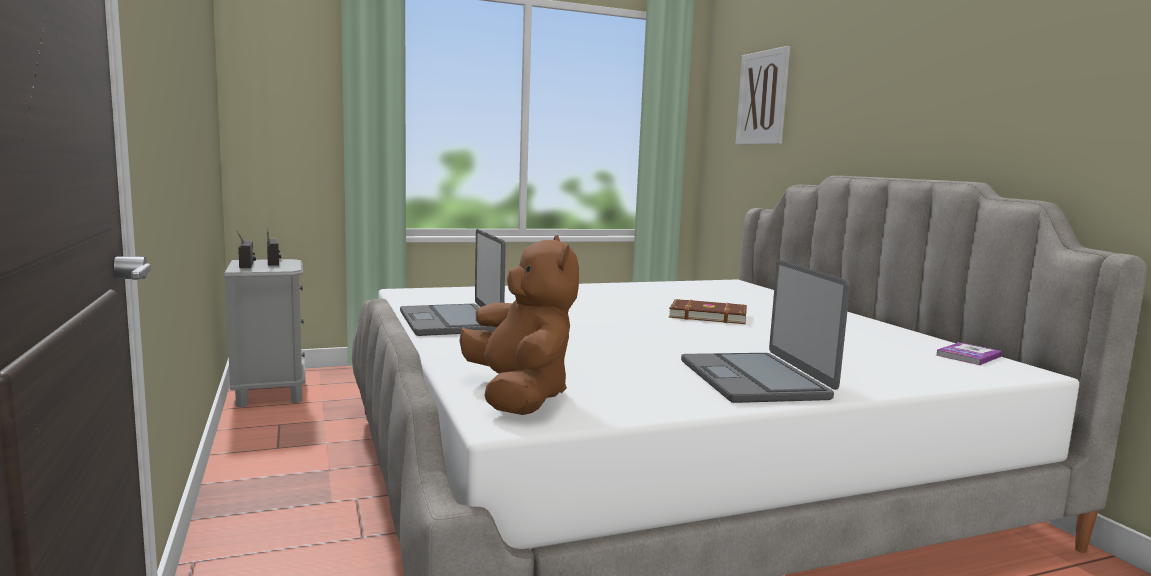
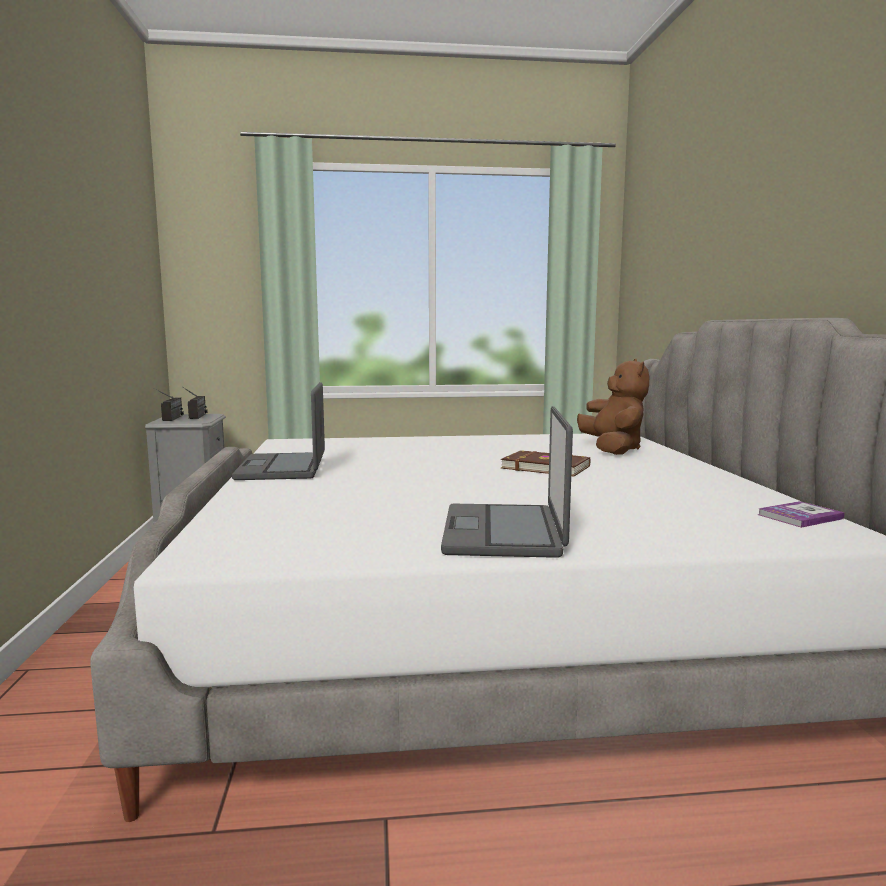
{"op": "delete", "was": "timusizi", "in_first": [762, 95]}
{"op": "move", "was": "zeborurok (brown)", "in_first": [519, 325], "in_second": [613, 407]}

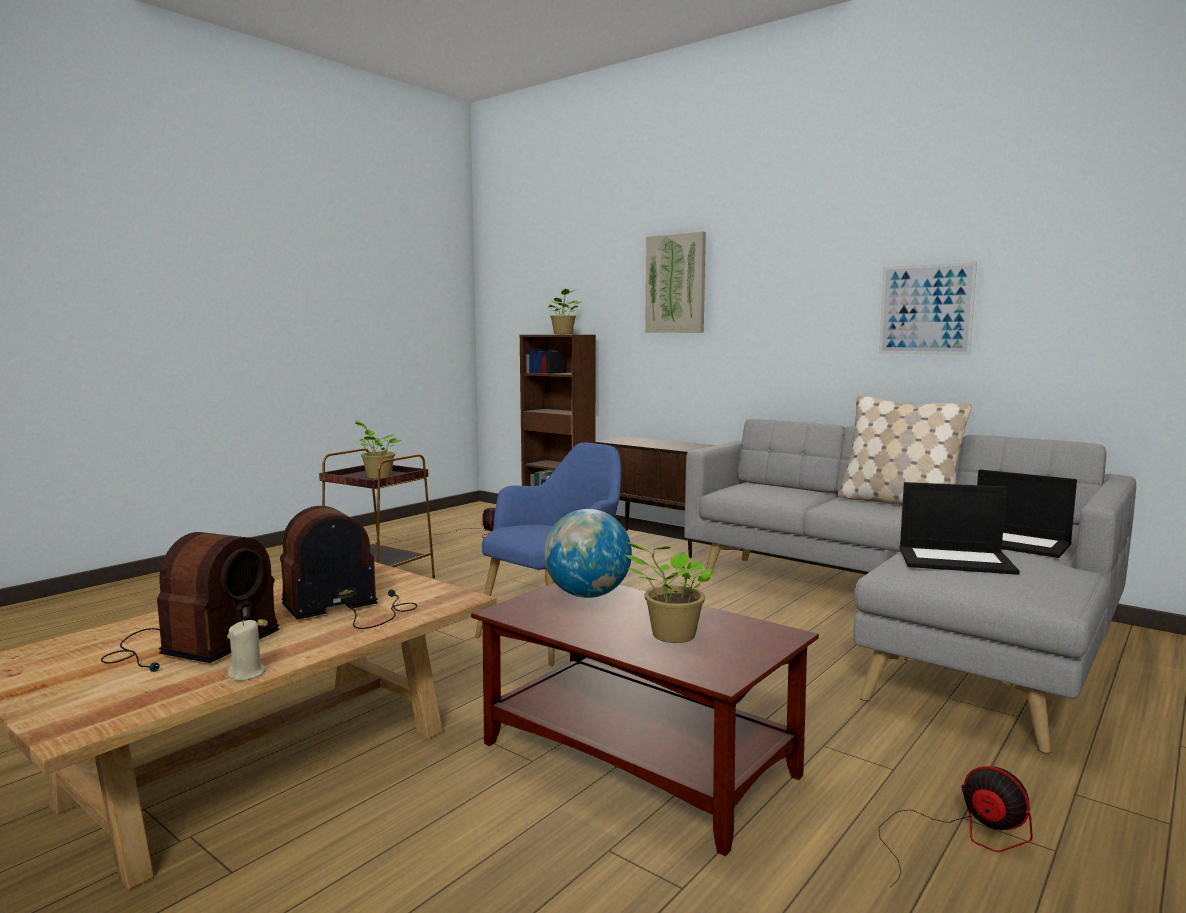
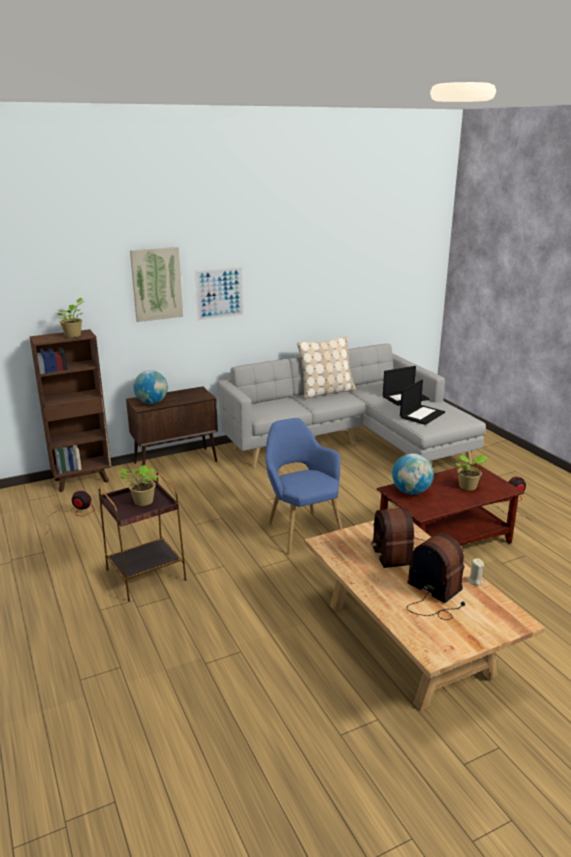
{"op": "insert", "now": "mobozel", "in_second": [151, 387]}
{"op": "move", "was": "timusizi", "in_first": [928, 308], "in_second": [219, 293]}

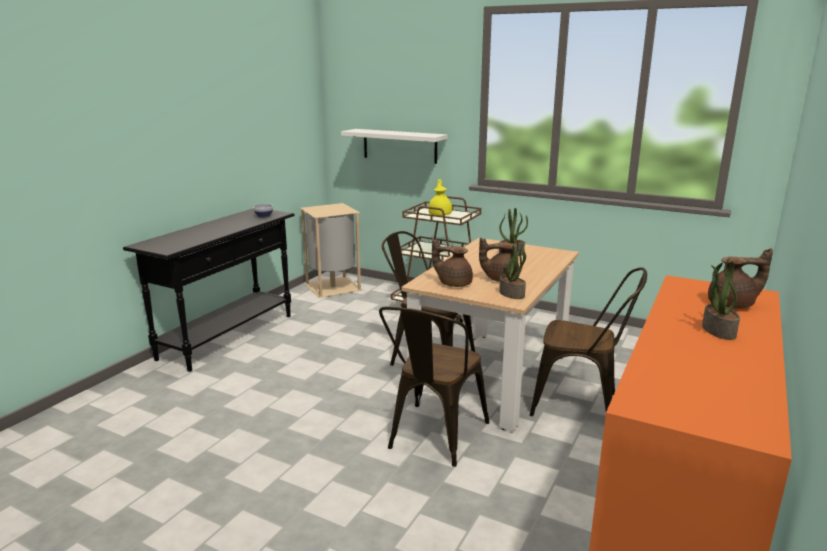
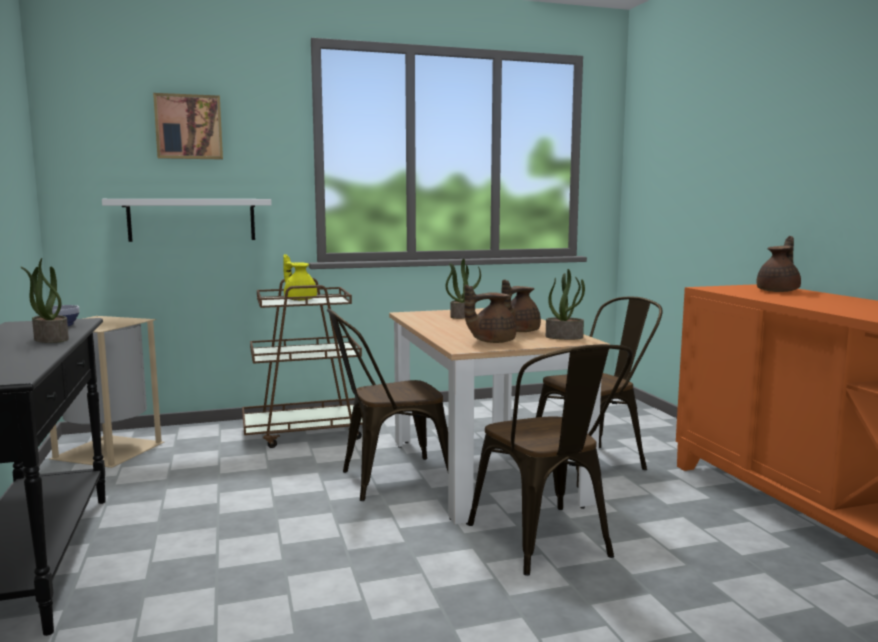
{"op": "insert", "now": "timusizi", "in_second": [188, 126]}
{"op": "move", "was": "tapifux", "in_first": [721, 298], "in_second": [45, 300]}

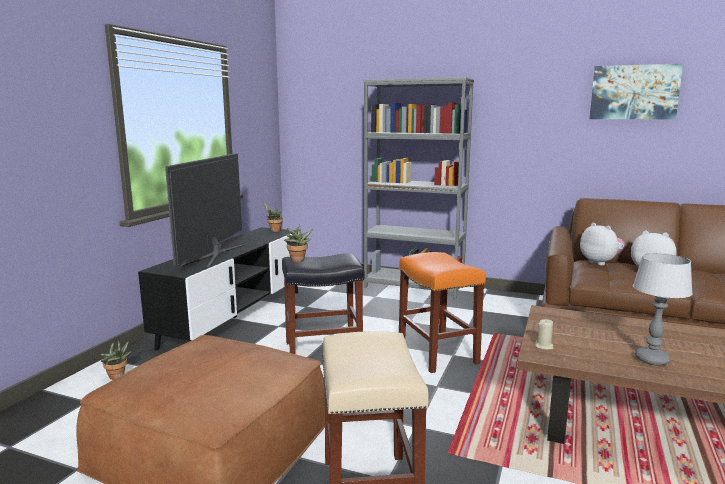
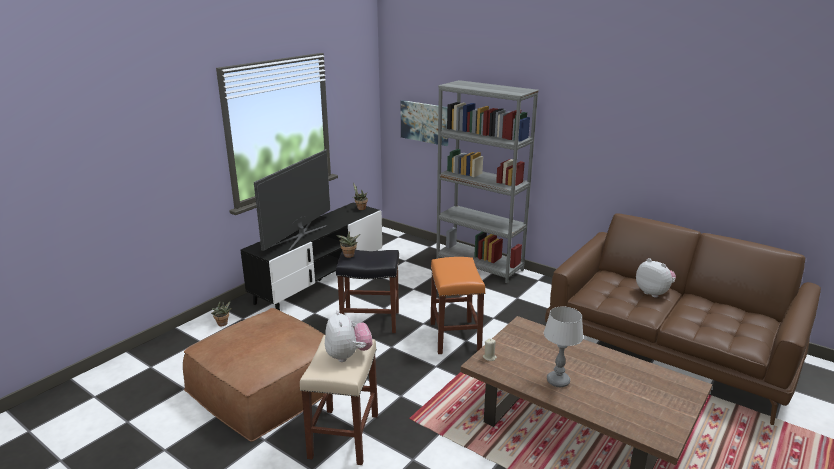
{"op": "move", "was": "zeborurok", "in_first": [602, 244], "in_second": [349, 336]}
{"op": "move", "was": "timusizi", "in_first": [636, 92], "in_second": [424, 123]}

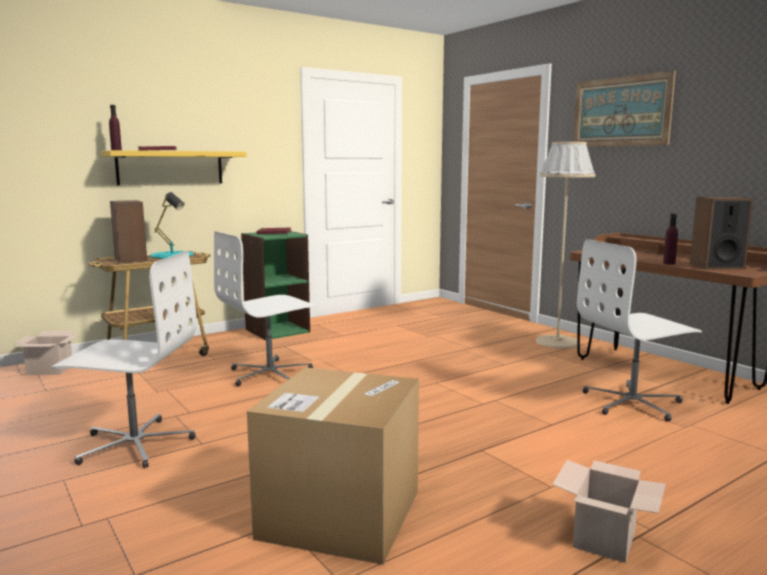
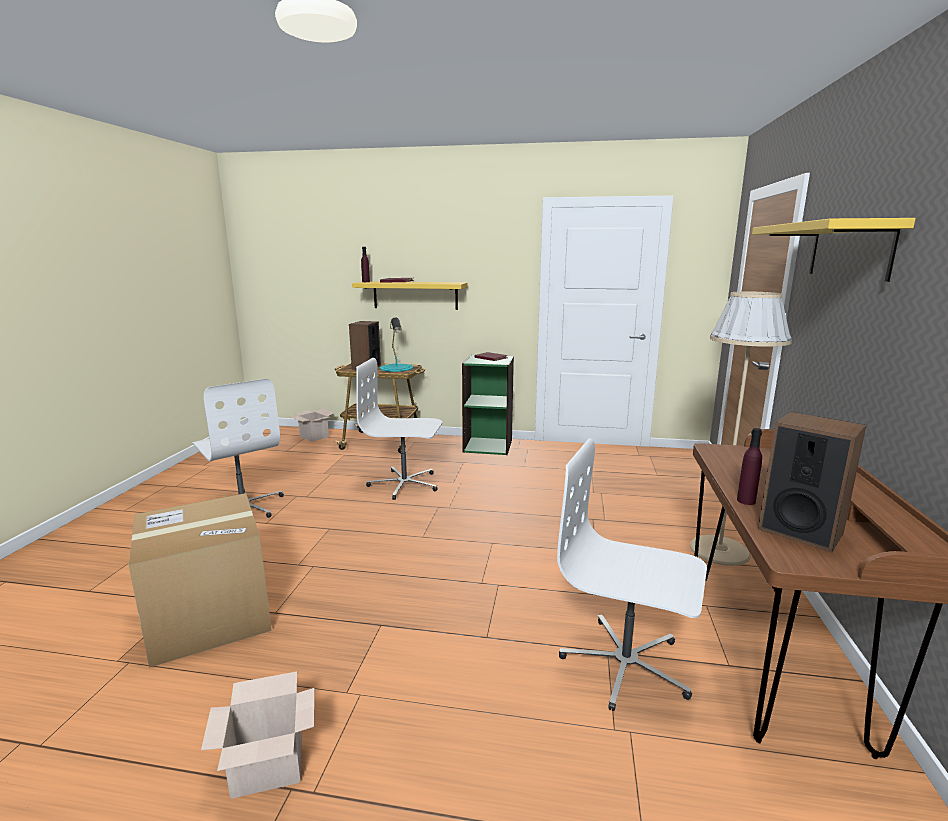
{"op": "replace", "was": "timusizi", "now": "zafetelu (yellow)", "in_first": [624, 108], "in_second": [834, 250]}

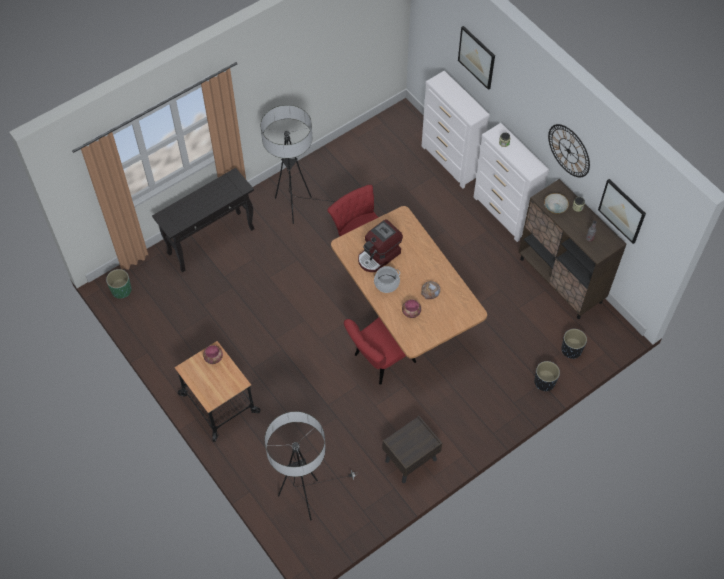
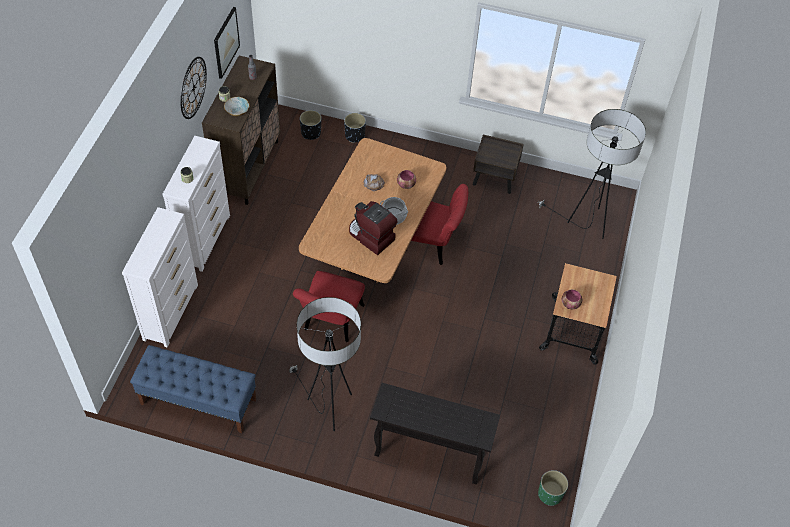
{"op": "delete", "was": "timusizi", "in_first": [476, 58]}
{"op": "insert", "now": "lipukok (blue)", "in_second": [193, 389]}
{"op": "rotate", "was": "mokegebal", "in_first": [380, 245], "in_second": [373, 228], "clockwise": -150}

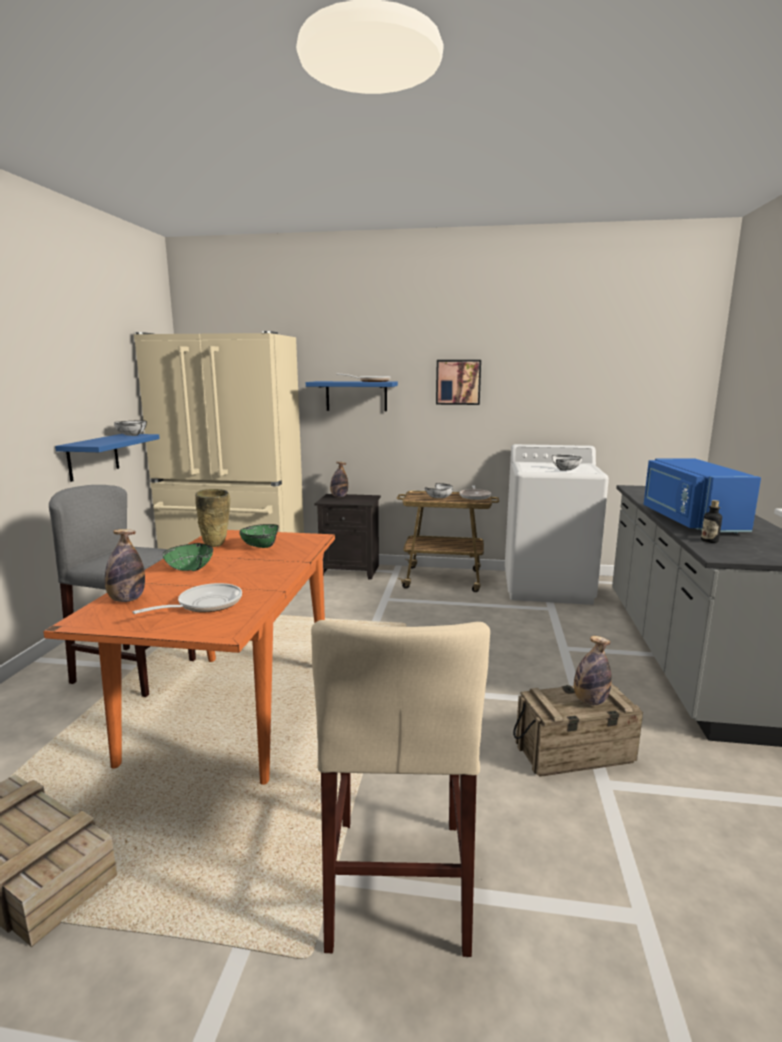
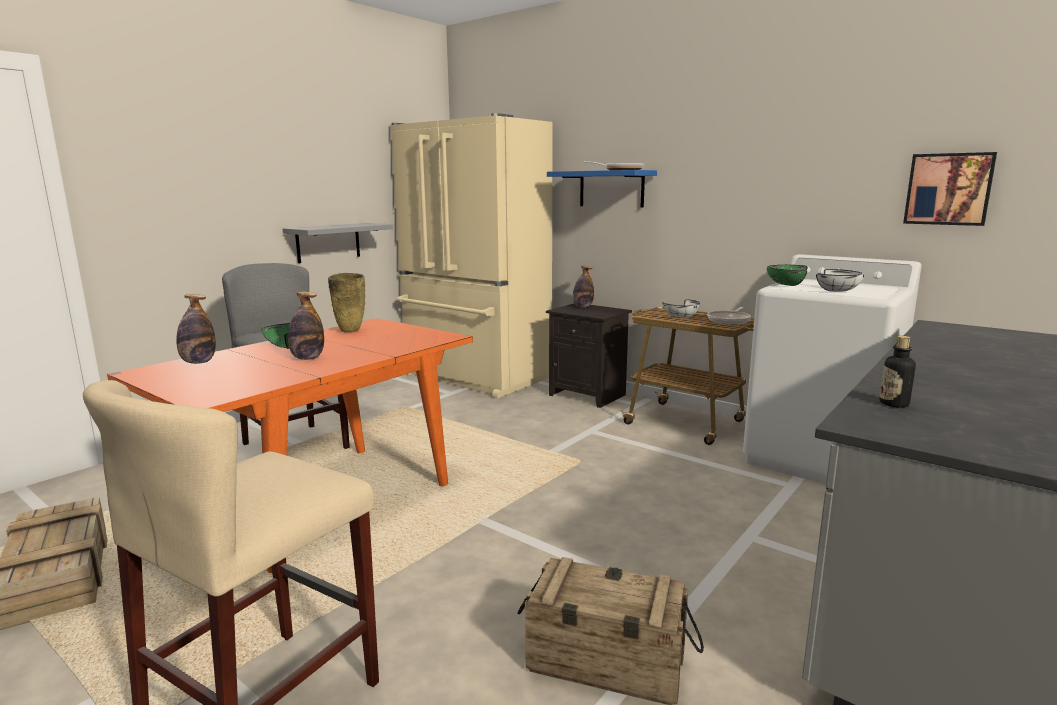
{"op": "delete", "was": "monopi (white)", "in_first": [130, 428]}
{"op": "delete", "was": "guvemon", "in_first": [187, 598]}
{"op": "delete", "was": "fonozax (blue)", "in_first": [702, 495]}
{"op": "move", "was": "monopi (green)", "in_first": [259, 536], "in_second": [787, 275]}
{"op": "move", "was": "timusizi", "in_first": [458, 382], "in_second": [950, 189]}
{"op": "move", "was": "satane", "in_first": [593, 670], "in_second": [306, 325]}
{"op": "recolor", "was": "zafetelu (blue)", "now": "zafetelu (grey)", "in_first": [107, 458], "in_second": [338, 243]}

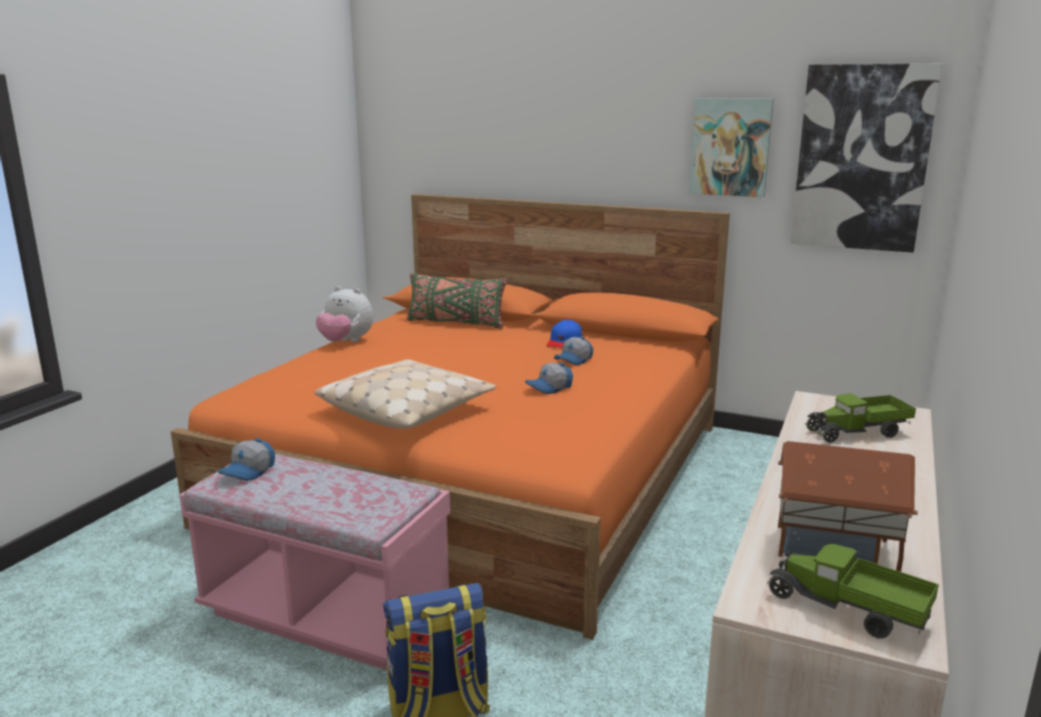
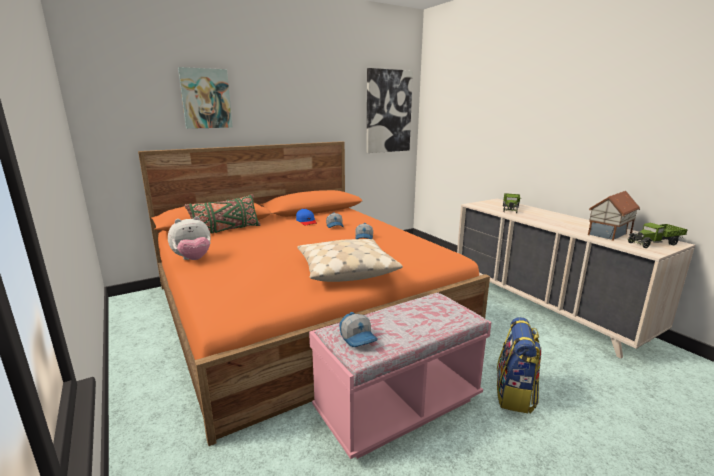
{"op": "move", "was": "timusizi", "in_first": [731, 147], "in_second": [205, 98]}

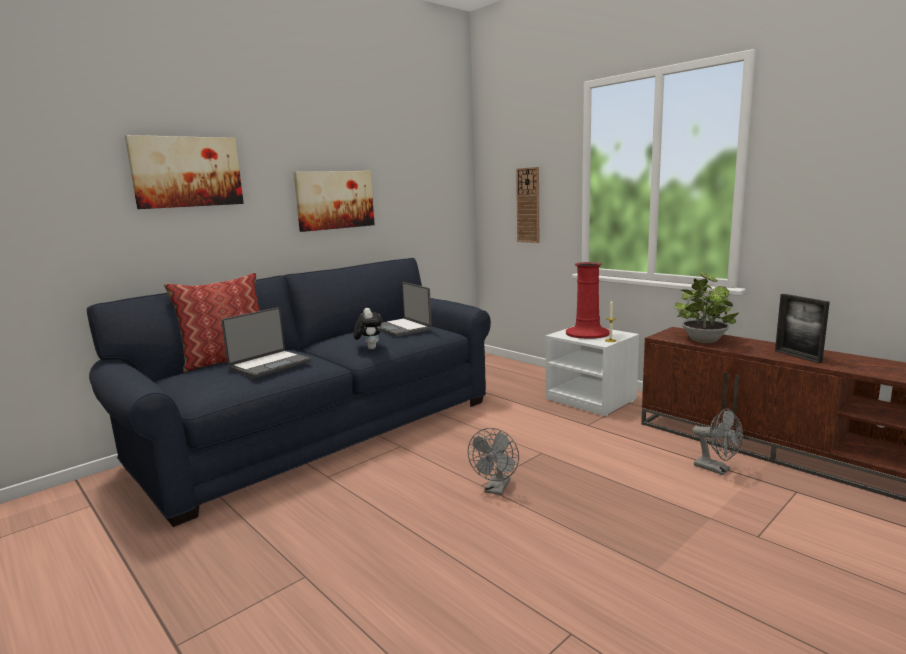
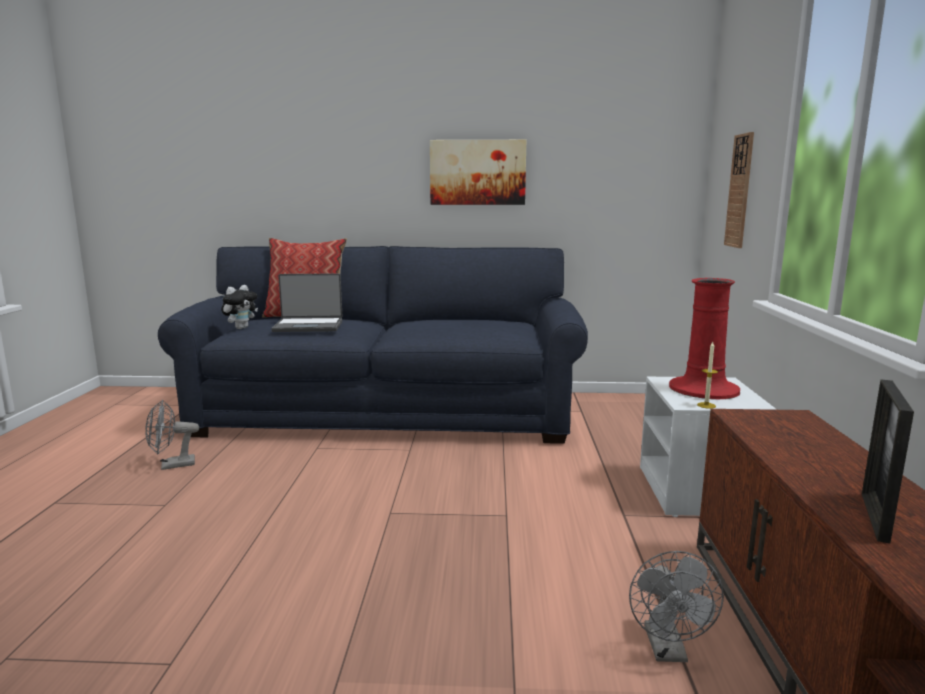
{"op": "delete", "was": "timusizi", "in_first": [184, 172]}
{"op": "delete", "was": "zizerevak", "in_first": [405, 309]}
{"op": "delete", "was": "tapifux", "in_first": [706, 307]}
{"op": "move", "was": "zeborurok", "in_first": [368, 328], "in_second": [239, 307]}
{"op": "move", "was": "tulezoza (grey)", "in_first": [493, 461], "in_second": [172, 435]}

